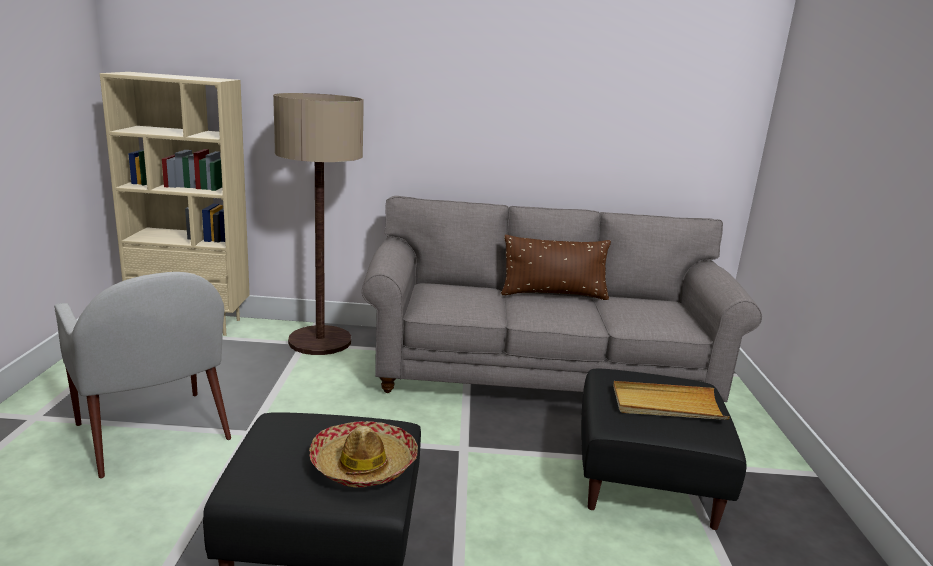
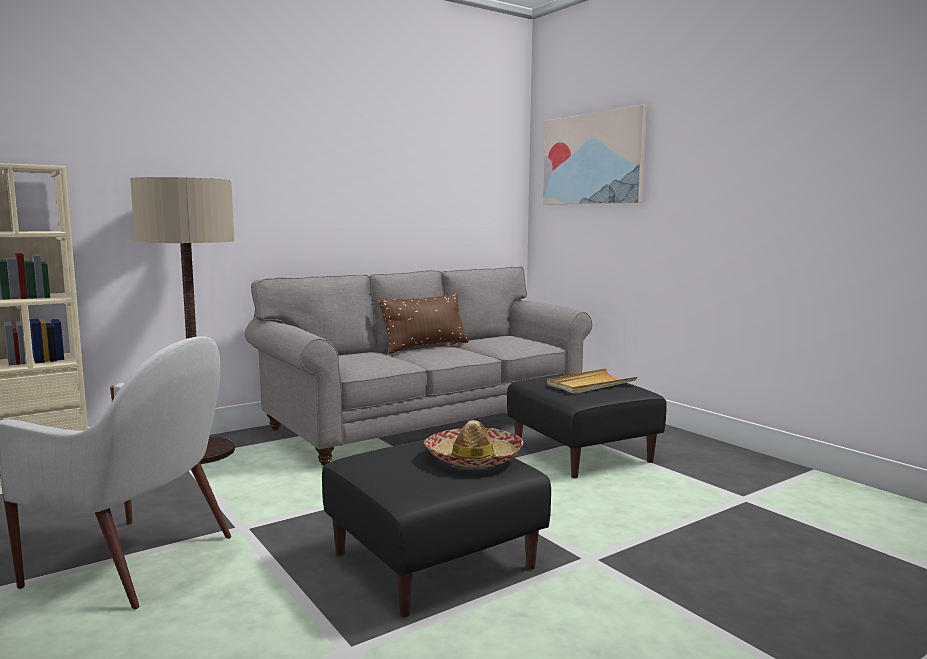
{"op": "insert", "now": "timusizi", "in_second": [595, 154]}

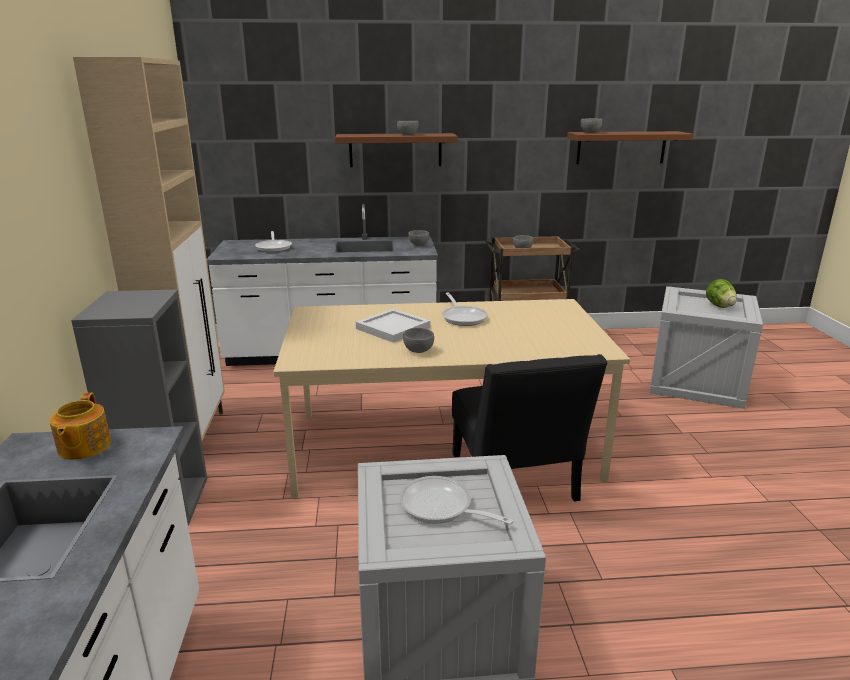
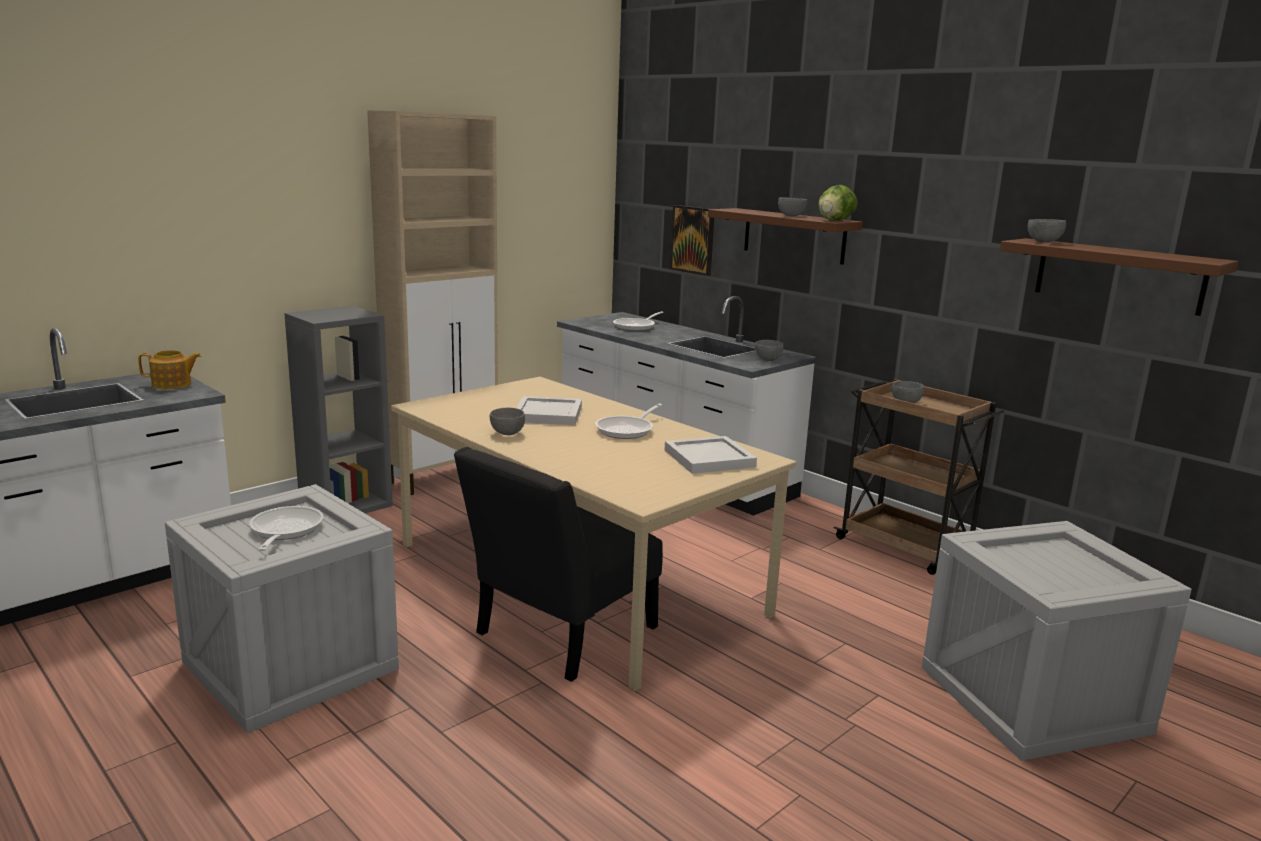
{"op": "insert", "now": "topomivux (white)", "in_second": [711, 455]}
{"op": "insert", "now": "timusizi", "in_second": [692, 240]}
{"op": "move", "was": "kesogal", "in_first": [721, 293], "in_second": [838, 203]}
{"op": "rotate", "was": "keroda", "in_first": [80, 426], "in_second": [169, 369], "clockwise": -150}

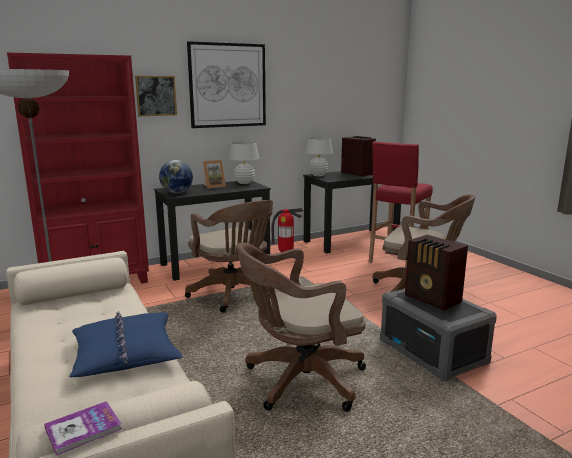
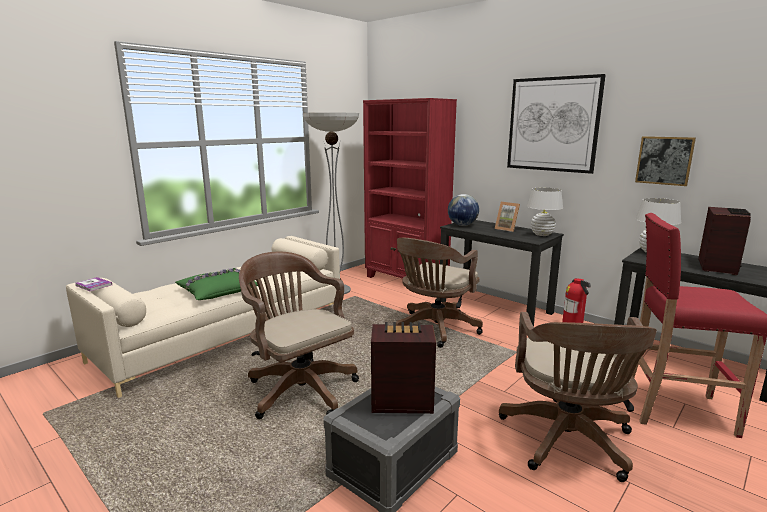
{"op": "move", "was": "timusizi", "in_first": [156, 96], "in_second": [665, 161]}
{"op": "recolor", "was": "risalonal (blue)", "now": "risalonal (green)", "in_first": [126, 344], "in_second": [216, 284]}
{"op": "rotate", "was": "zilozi", "in_first": [436, 273], "in_second": [403, 368], "clockwise": 60}

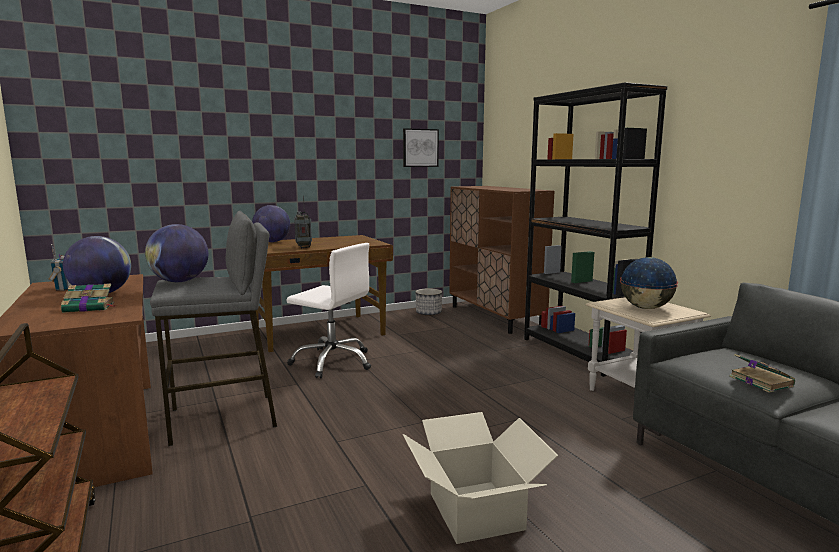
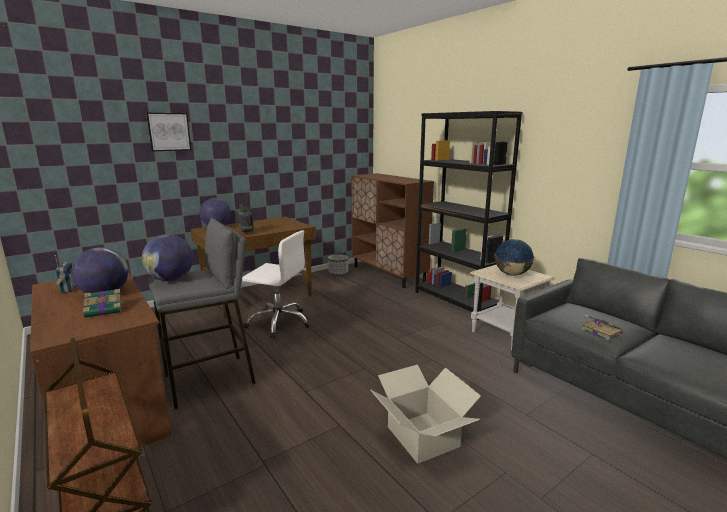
{"op": "move", "was": "timusizi", "in_first": [421, 147], "in_second": [168, 132]}

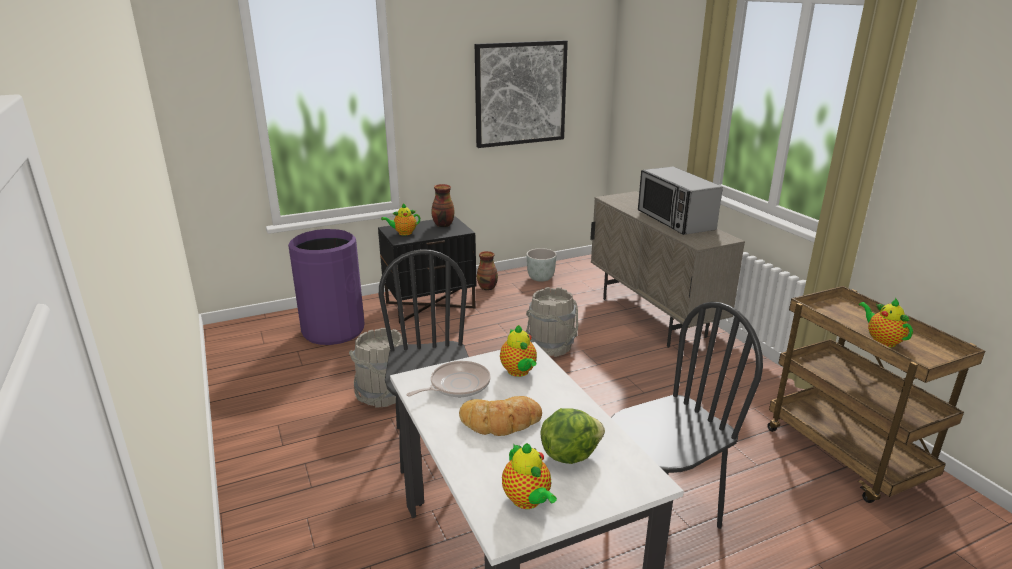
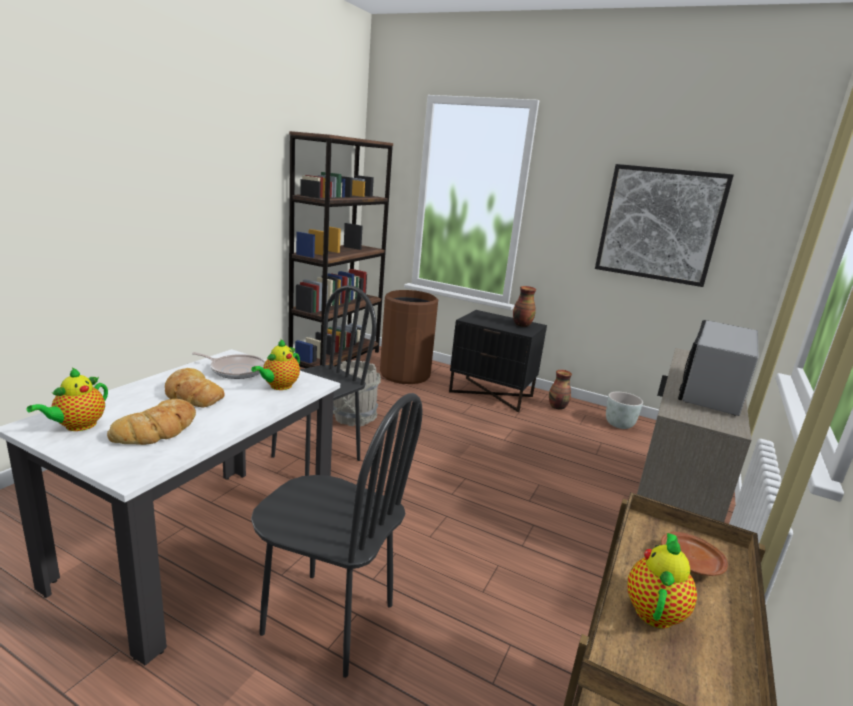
{"op": "delete", "was": "keroda", "in_first": [400, 219]}
{"op": "delete", "was": "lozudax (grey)", "in_first": [552, 322]}
{"op": "insert", "now": "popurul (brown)", "in_second": [340, 249]}
{"op": "insert", "now": "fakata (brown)", "in_second": [694, 554]}
{"op": "replace", "was": "kesogal", "now": "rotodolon", "in_first": [572, 436], "in_second": [151, 422]}
{"op": "recolor", "was": "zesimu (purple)", "now": "zesimu (brown)", "in_first": [326, 287], "in_second": [409, 337]}

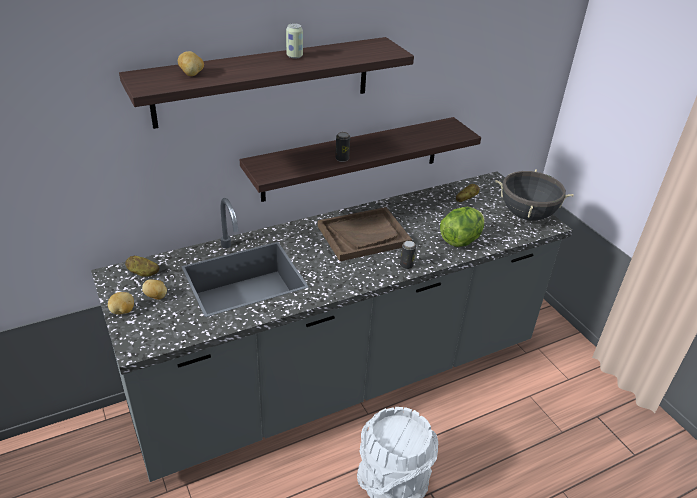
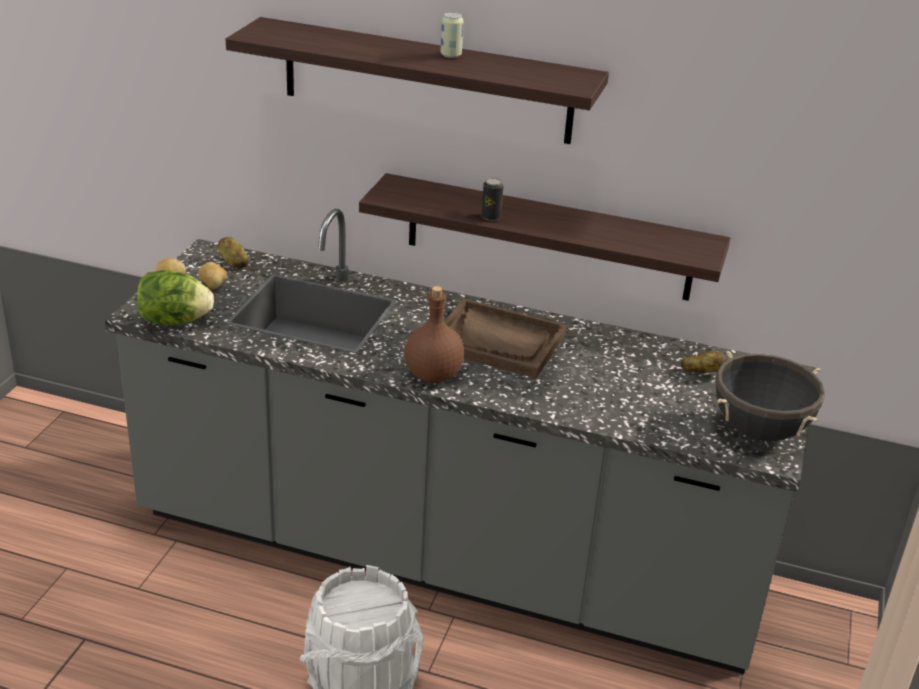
{"op": "delete", "was": "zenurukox", "in_first": [191, 63]}
{"op": "delete", "was": "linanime", "in_first": [408, 255]}
{"op": "insert", "now": "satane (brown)", "in_second": [434, 334]}
{"op": "move", "was": "kesogal", "in_first": [462, 227], "in_second": [175, 297]}

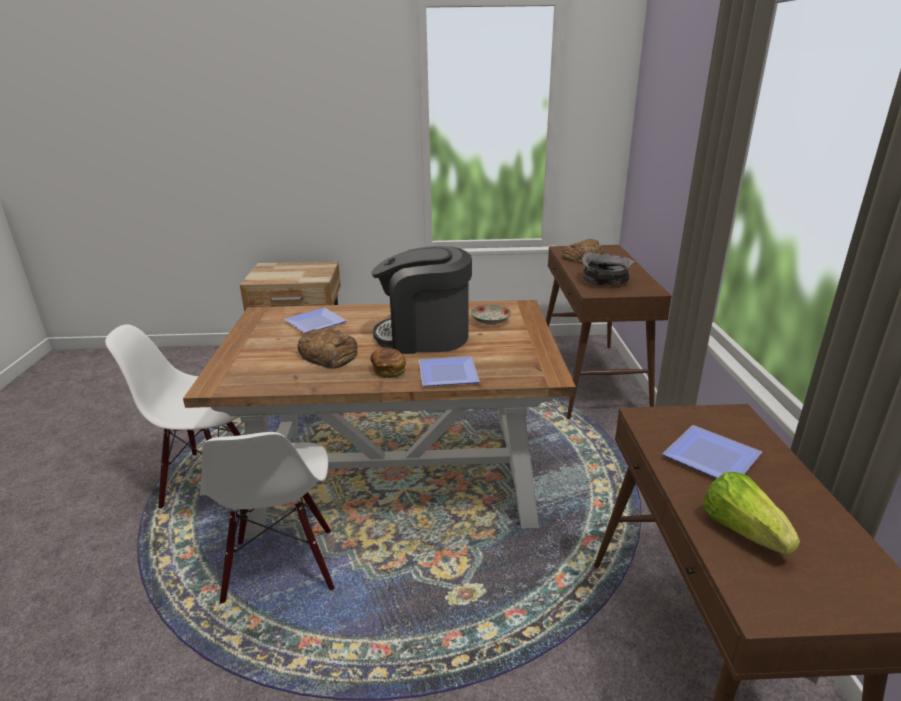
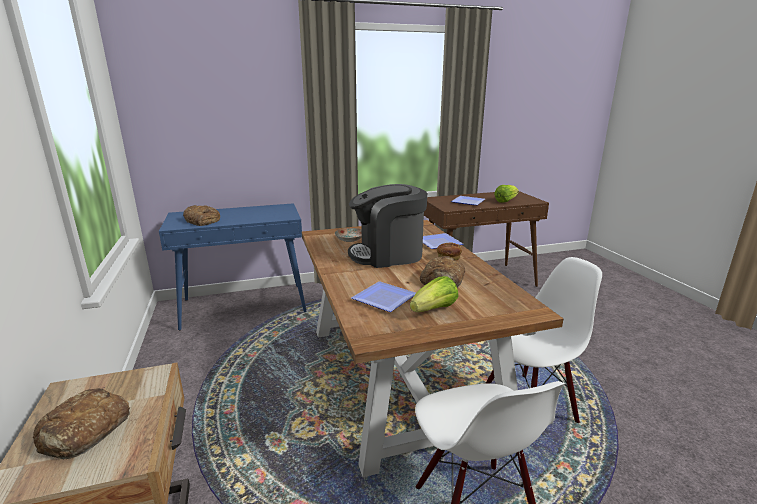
{"op": "delete", "was": "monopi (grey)", "in_first": [609, 269]}
{"op": "insert", "now": "rotodolon", "in_second": [81, 423]}
{"op": "insert", "now": "kesogal", "in_second": [434, 294]}
{"op": "recolor", "was": "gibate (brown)", "now": "gibate (blue)", "in_first": [609, 332], "in_second": [233, 266]}
{"op": "rotate", "was": "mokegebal", "in_first": [421, 300], "in_second": [387, 226], "clockwise": 90}

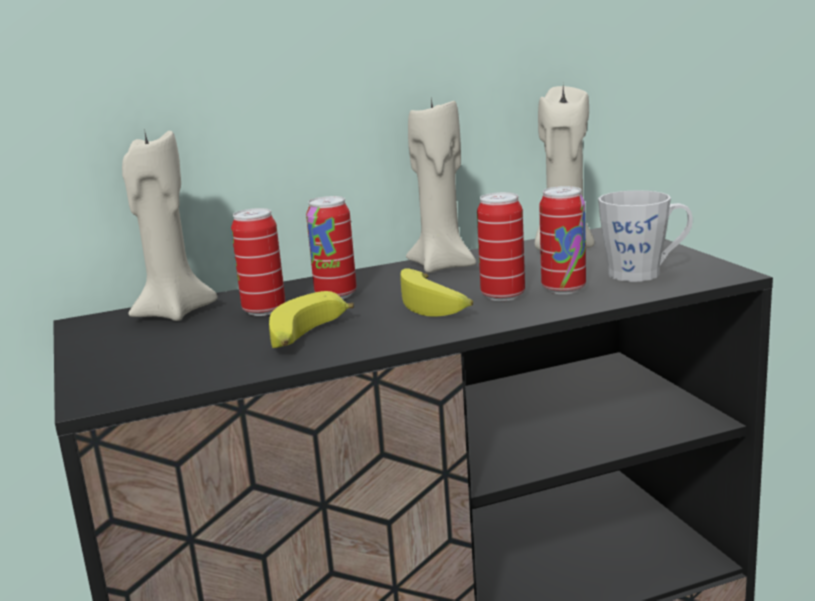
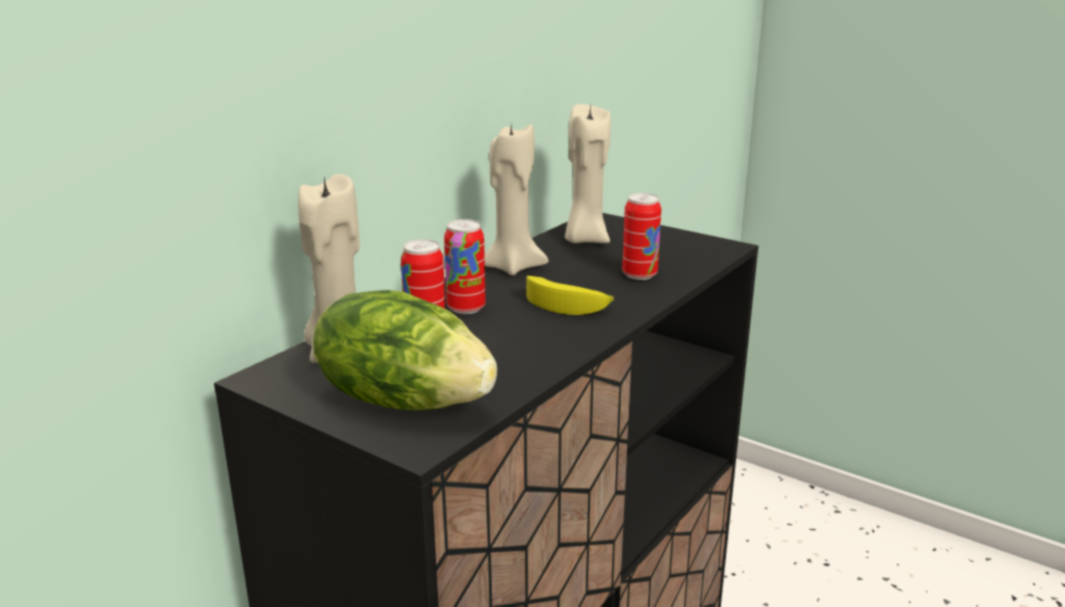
{"op": "delete", "was": "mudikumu", "in_first": [311, 319]}
{"op": "delete", "was": "linanime", "in_first": [501, 246]}
{"op": "delete", "was": "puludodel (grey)", "in_first": [645, 236]}
{"op": "insert", "now": "kesogal", "in_second": [405, 350]}

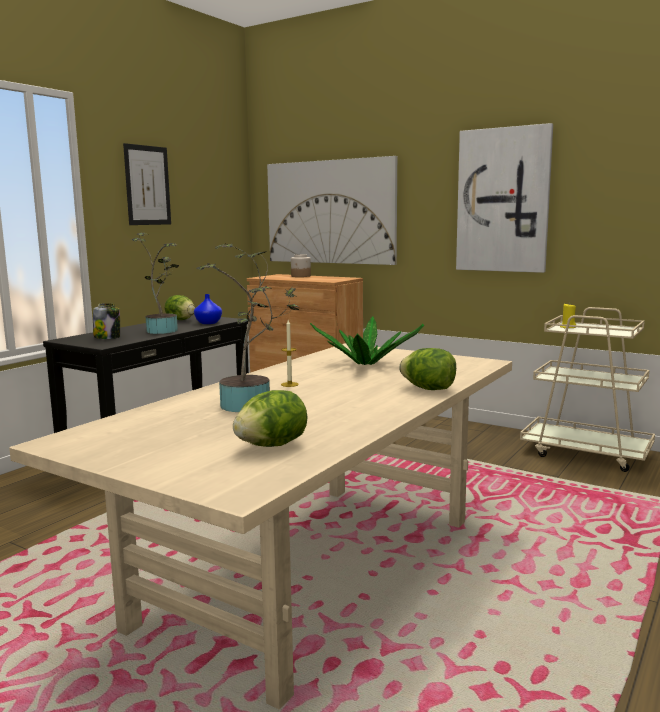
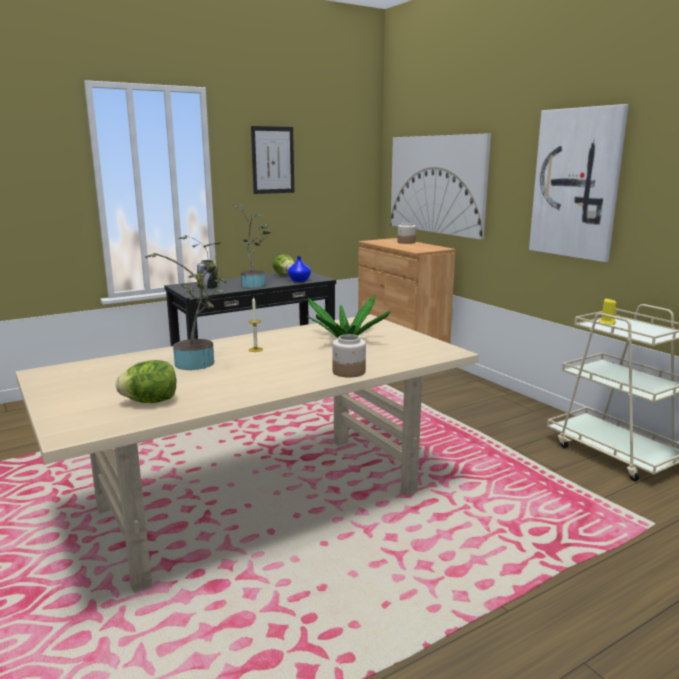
{"op": "replace", "was": "kesogal", "now": "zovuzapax", "in_first": [427, 369], "in_second": [349, 356]}

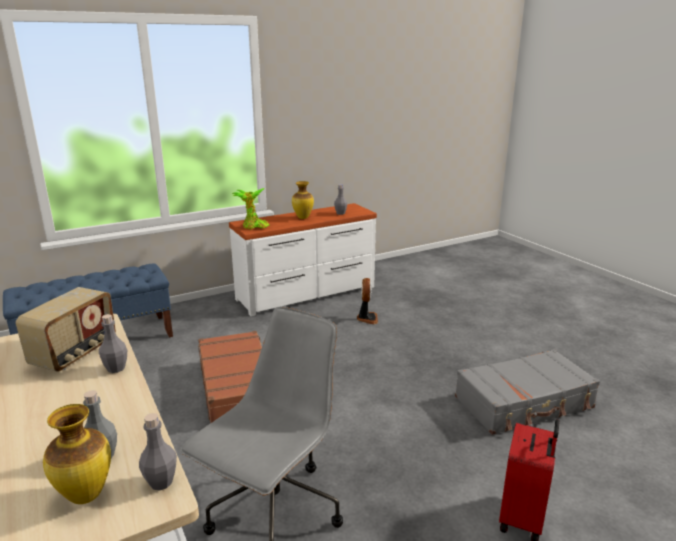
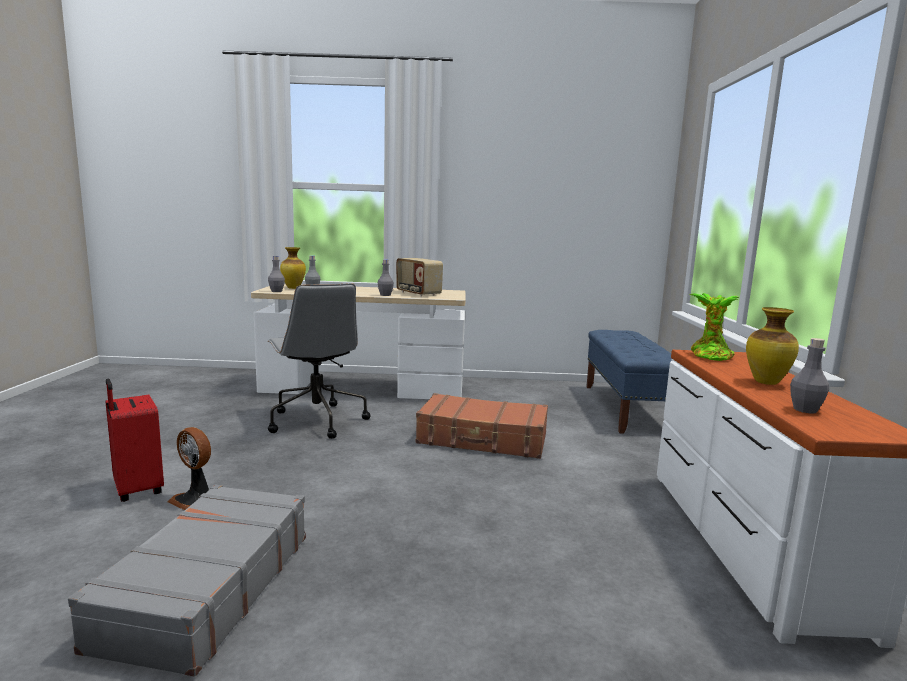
{"op": "move", "was": "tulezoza", "in_first": [367, 301], "in_second": [189, 468]}

